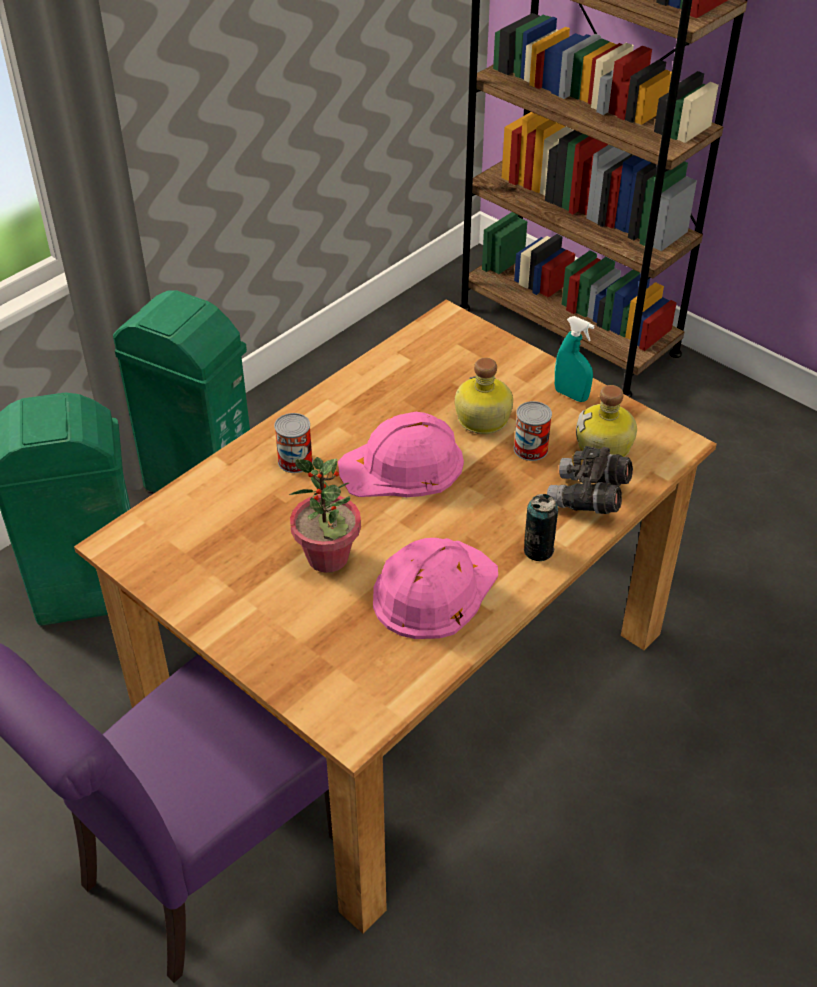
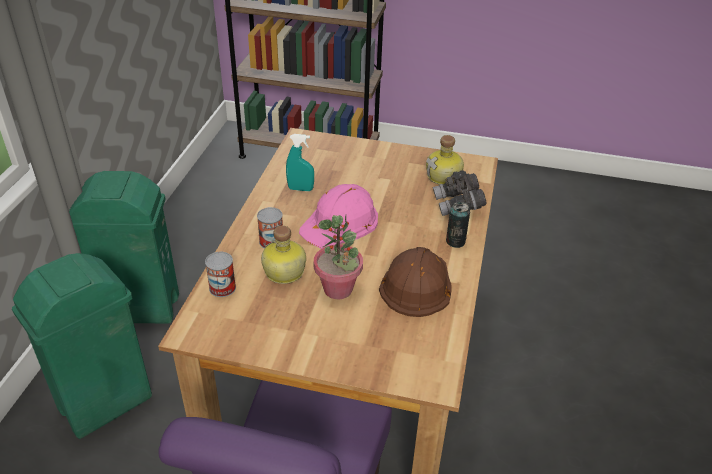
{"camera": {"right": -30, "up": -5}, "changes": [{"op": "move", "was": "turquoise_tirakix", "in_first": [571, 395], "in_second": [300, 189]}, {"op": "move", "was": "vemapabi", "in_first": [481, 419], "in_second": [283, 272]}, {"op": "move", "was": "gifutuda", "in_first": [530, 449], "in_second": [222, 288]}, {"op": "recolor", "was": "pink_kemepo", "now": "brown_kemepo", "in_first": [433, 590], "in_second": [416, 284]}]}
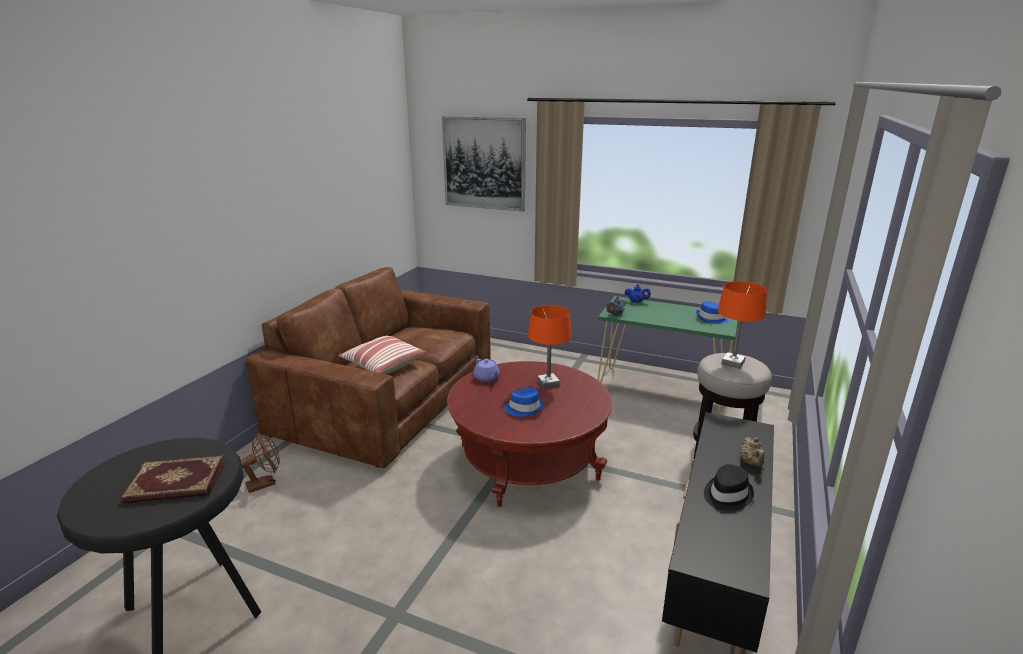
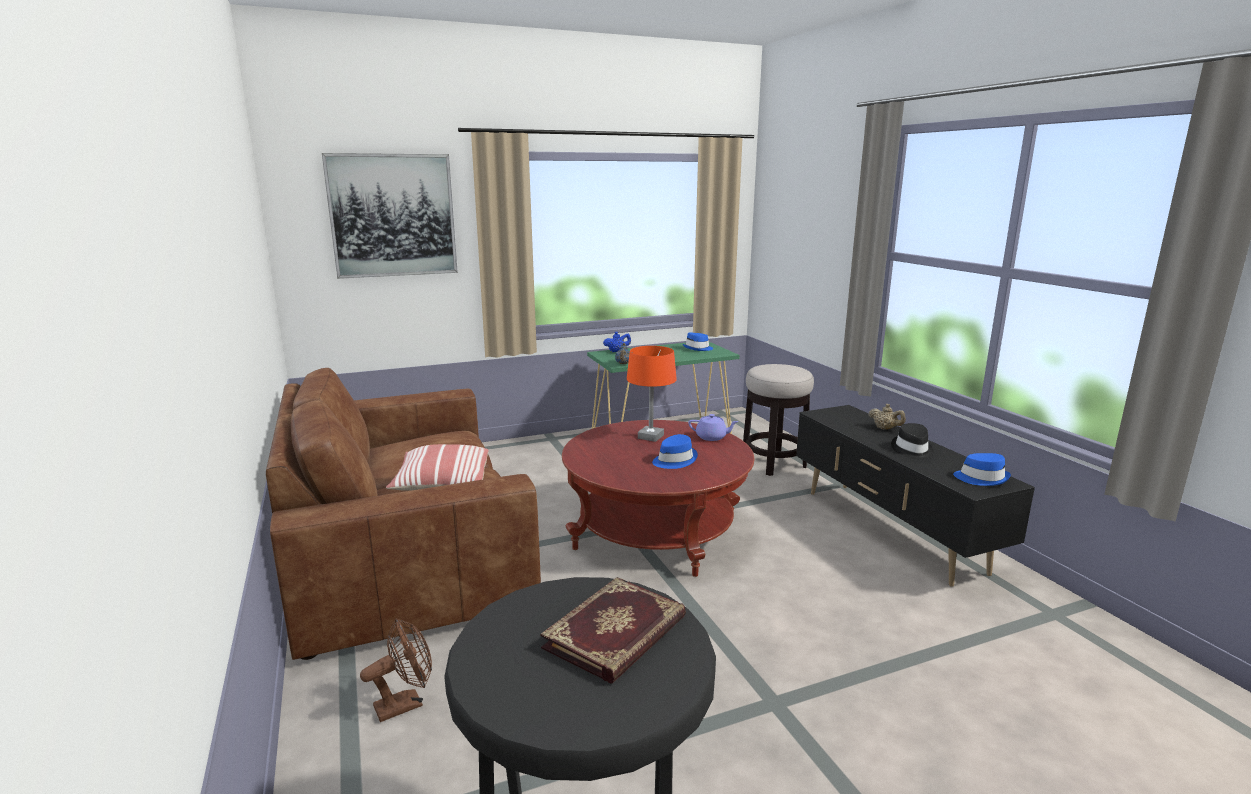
{"camera": {"right": -45, "up": -5}, "changes": [{"op": "delete", "was": "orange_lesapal", "in_first": [733, 363]}, {"op": "move", "was": "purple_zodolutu", "in_first": [487, 378], "in_second": [712, 437]}, {"op": "rotate", "was": "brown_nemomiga", "in_first": [265, 483], "in_second": [406, 703], "clockwise": 45}, {"op": "insert", "now": "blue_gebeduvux", "in_second": [981, 478]}]}
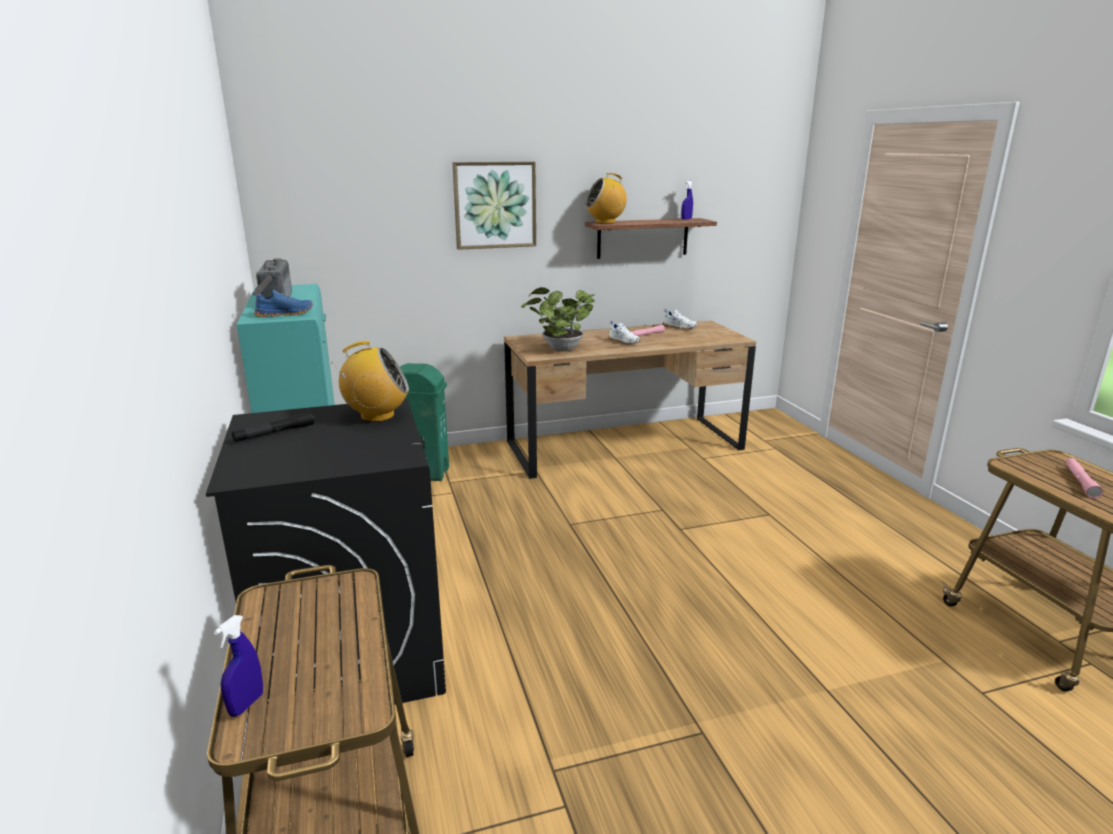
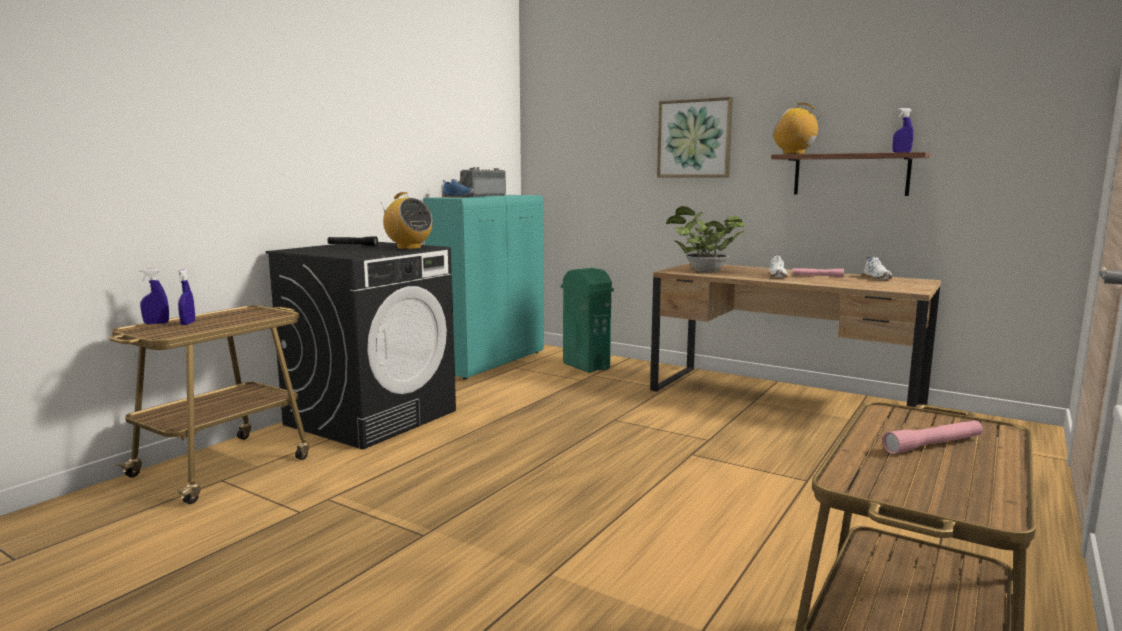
{"camera": {"right": 50, "up": -10}, "changes": [{"op": "insert", "now": "blue_tirakix", "in_second": [188, 323]}]}
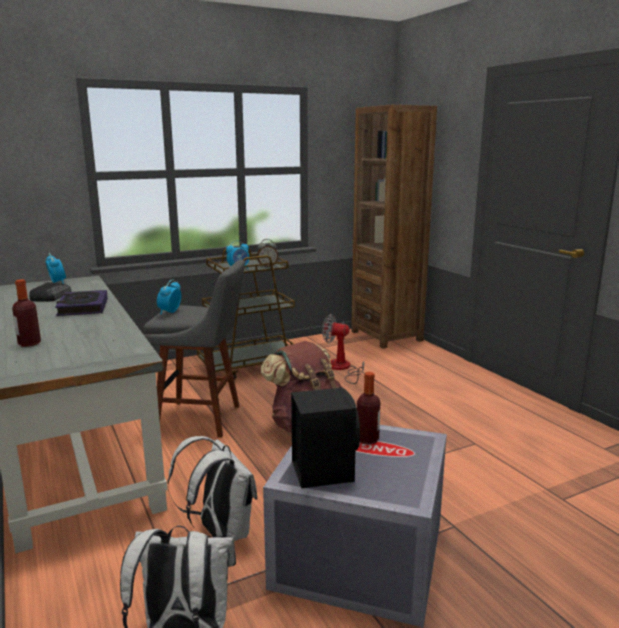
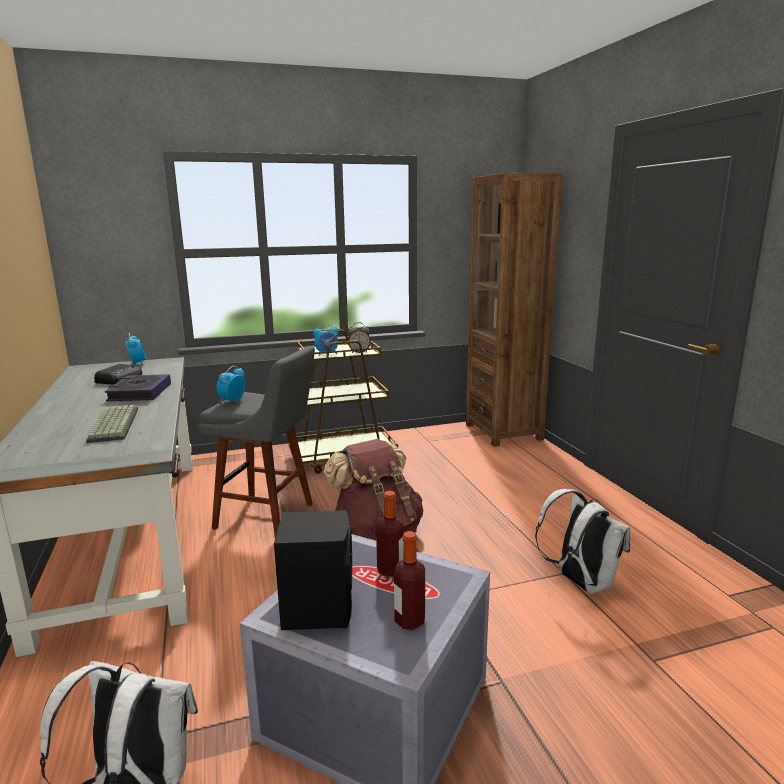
{"camera": {"right": 10, "up": 0}, "changes": [{"op": "move", "was": "vemapabi", "in_first": [29, 343], "in_second": [409, 621]}, {"op": "delete", "was": "nemomiga", "in_first": [342, 368]}, {"op": "move", "was": "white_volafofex", "in_first": [220, 533], "in_second": [580, 582]}, {"op": "insert", "now": "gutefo", "in_second": [112, 424]}]}
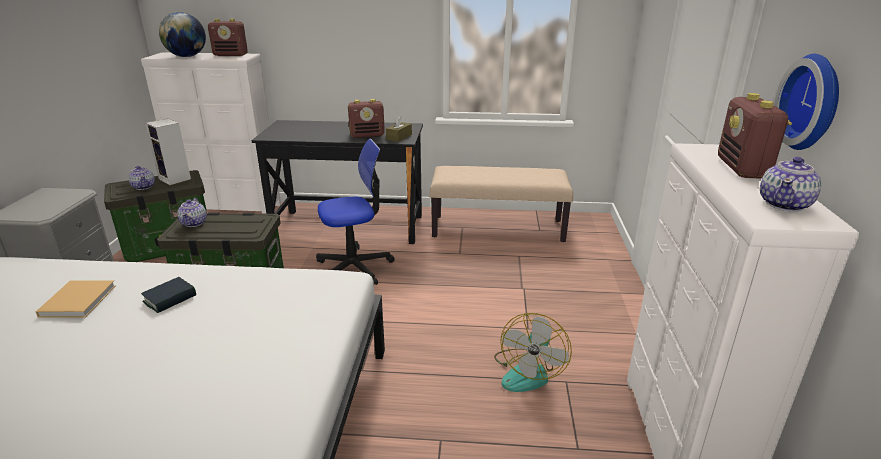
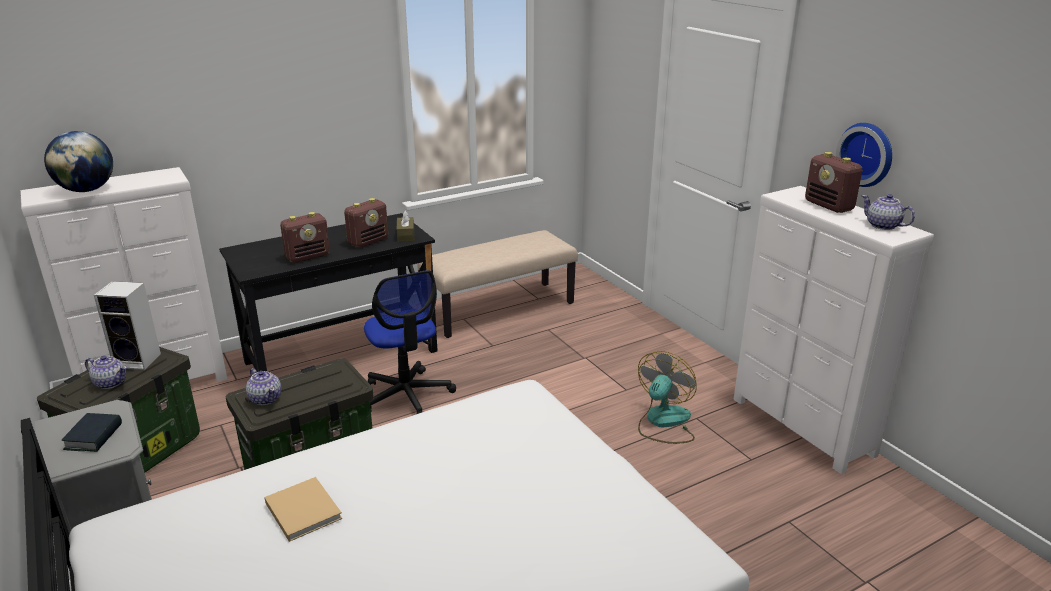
{"camera": {"right": -35, "up": 0}, "changes": [{"op": "move", "was": "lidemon", "in_first": [231, 55], "in_second": [308, 256]}, {"op": "rotate", "was": "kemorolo", "in_first": [355, 267], "in_second": [406, 396], "clockwise": 120}, {"op": "rotate", "was": "zodolutu", "in_first": [785, 204], "in_second": [883, 226], "clockwise": 135}, {"op": "move", "was": "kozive", "in_first": [170, 299], "in_second": [94, 437]}, {"op": "rotate", "was": "nemomiga", "in_first": [528, 371], "in_second": [663, 422], "clockwise": -135}]}
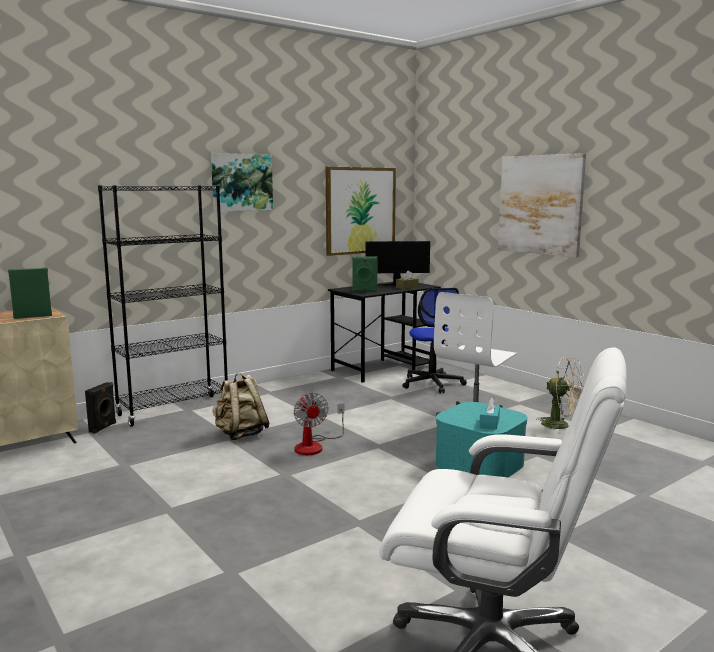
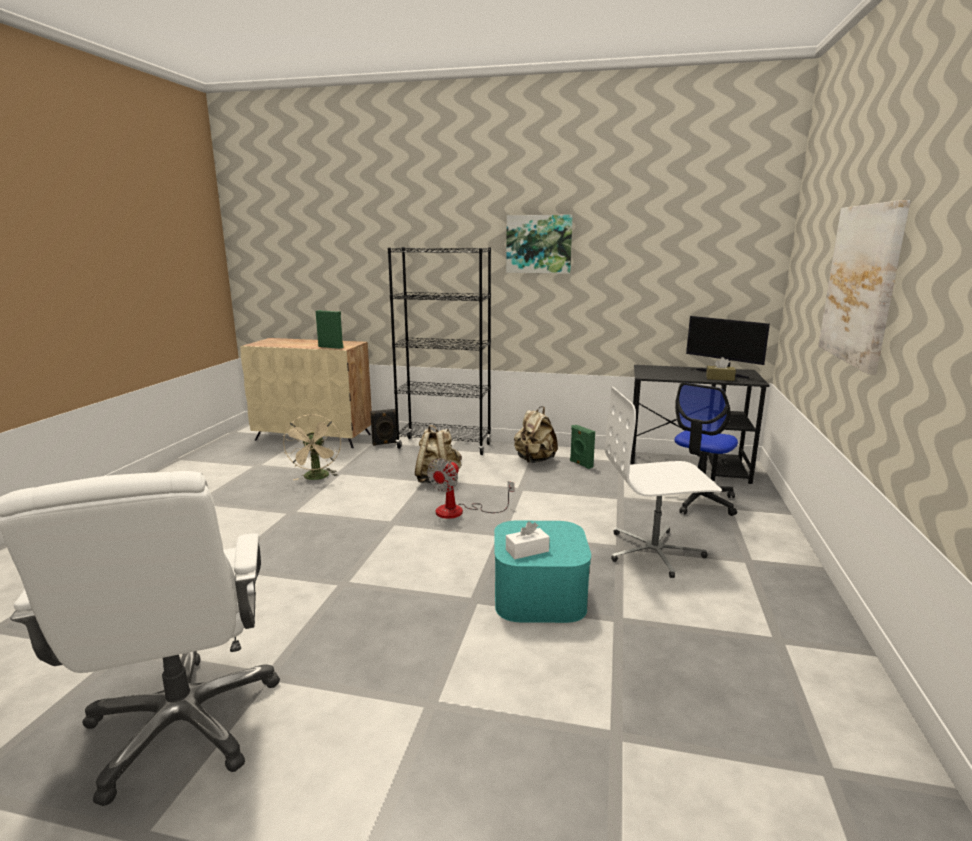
{"camera": {"right": 50, "up": 5}, "changes": [{"op": "delete", "was": "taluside", "in_first": [360, 210]}, {"op": "move", "was": "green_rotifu", "in_first": [364, 291], "in_second": [580, 464]}, {"op": "move", "was": "beige_nemomiga", "in_first": [561, 425], "in_second": [317, 478]}, {"op": "recolor", "was": "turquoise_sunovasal", "now": "white_sunovasal", "in_first": [489, 423], "in_second": [527, 550]}, {"op": "insert", "now": "beige_volafofex", "in_second": [534, 460]}]}
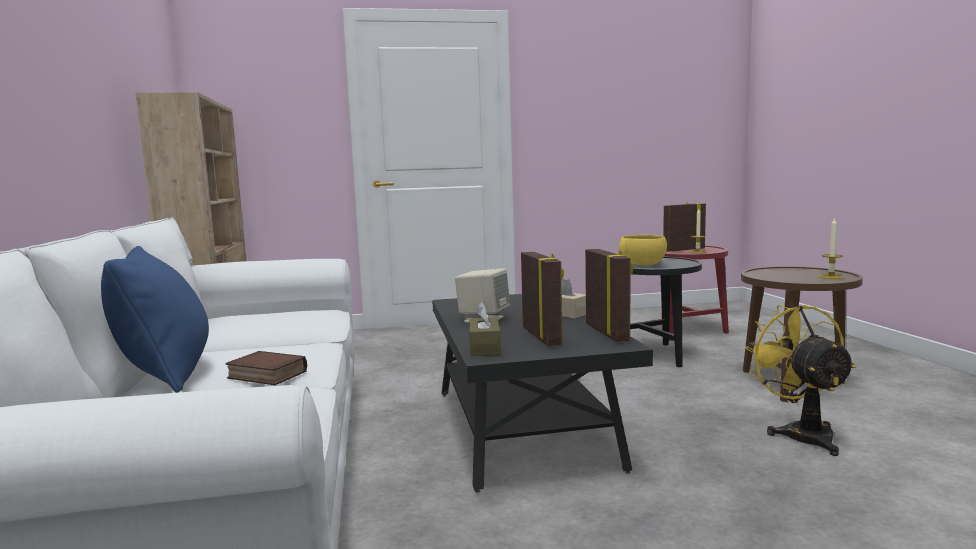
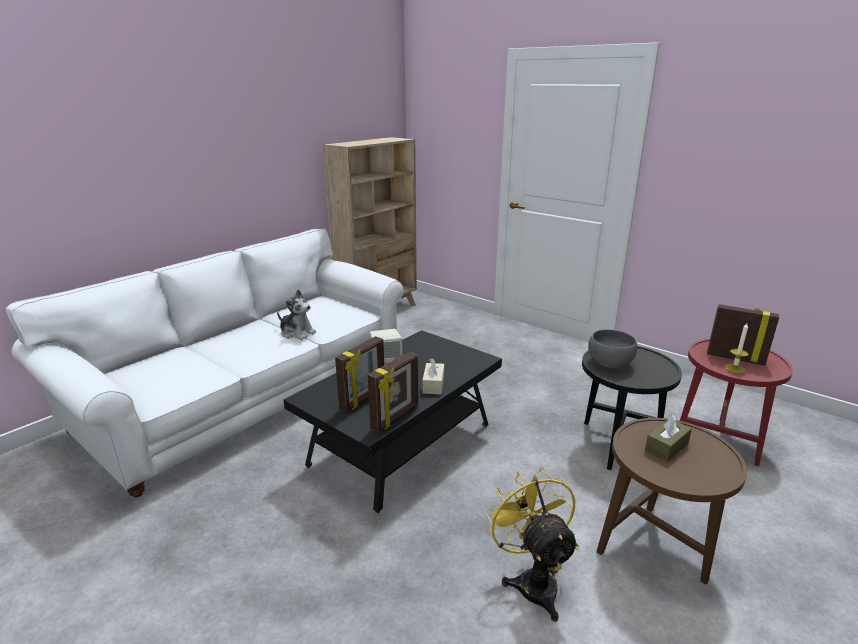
{"camera": {"right": 50, "up": 15}, "changes": [{"op": "delete", "was": "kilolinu", "in_first": [831, 277]}, {"op": "recolor", "was": "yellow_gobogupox", "now": "grey_gobogupox", "in_first": [642, 264], "in_second": [609, 362]}, {"op": "delete", "was": "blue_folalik", "in_first": [167, 374]}, {"op": "move", "was": "brown_sunovasal", "in_first": [485, 347], "in_second": [666, 447]}, {"op": "rotate", "was": "yellow_nemomiga", "in_first": [801, 433], "in_second": [532, 580], "clockwise": -60}, {"op": "delete", "was": "kozive", "in_first": [265, 375]}, {"op": "insert", "now": "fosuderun", "in_second": [297, 333]}]}
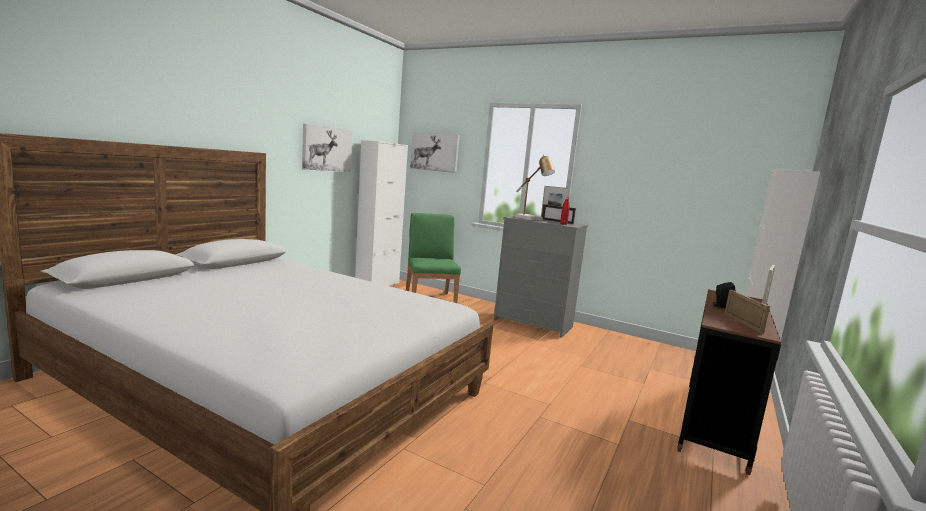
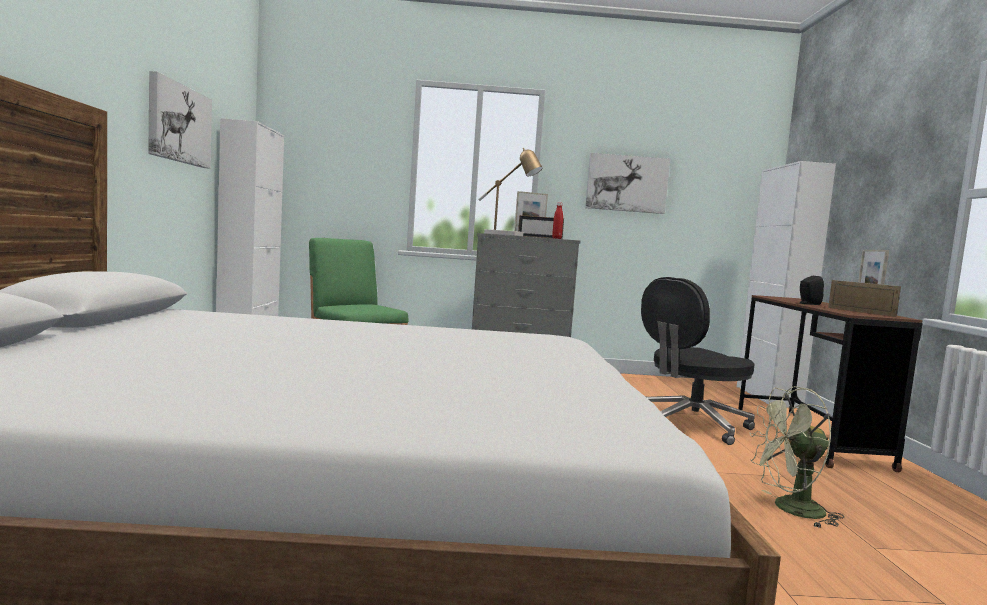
{"camera": {"right": -30, "up": -5}, "changes": [{"op": "move", "was": "taluside", "in_first": [435, 152], "in_second": [626, 183]}, {"op": "insert", "now": "black_kemorolo", "in_second": [690, 424]}, {"op": "insert", "now": "green_nemomiga", "in_second": [789, 509]}]}
